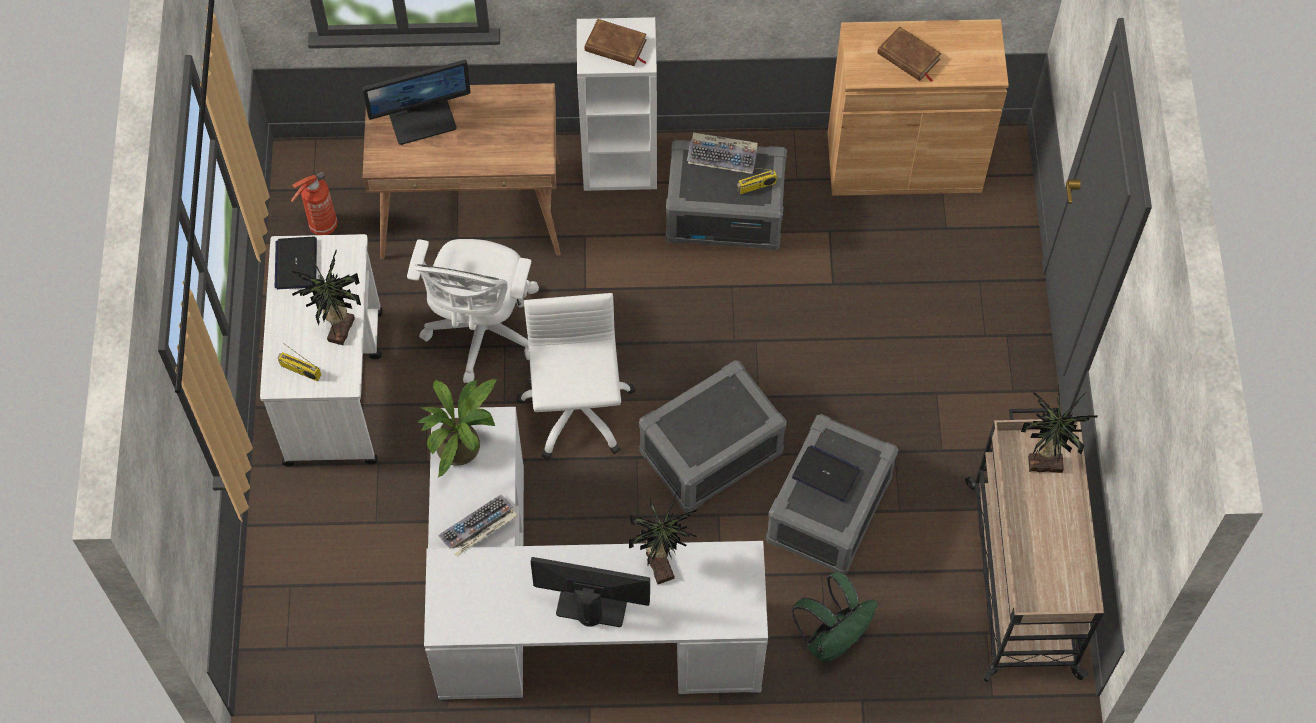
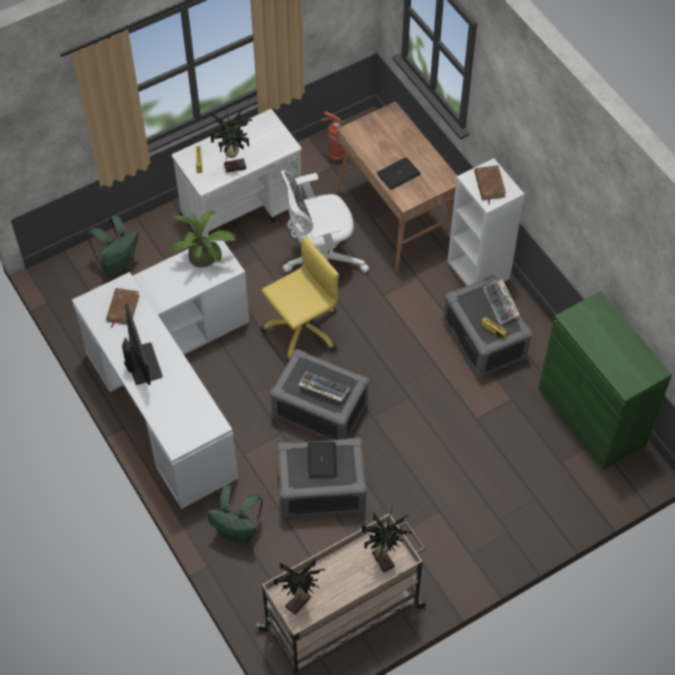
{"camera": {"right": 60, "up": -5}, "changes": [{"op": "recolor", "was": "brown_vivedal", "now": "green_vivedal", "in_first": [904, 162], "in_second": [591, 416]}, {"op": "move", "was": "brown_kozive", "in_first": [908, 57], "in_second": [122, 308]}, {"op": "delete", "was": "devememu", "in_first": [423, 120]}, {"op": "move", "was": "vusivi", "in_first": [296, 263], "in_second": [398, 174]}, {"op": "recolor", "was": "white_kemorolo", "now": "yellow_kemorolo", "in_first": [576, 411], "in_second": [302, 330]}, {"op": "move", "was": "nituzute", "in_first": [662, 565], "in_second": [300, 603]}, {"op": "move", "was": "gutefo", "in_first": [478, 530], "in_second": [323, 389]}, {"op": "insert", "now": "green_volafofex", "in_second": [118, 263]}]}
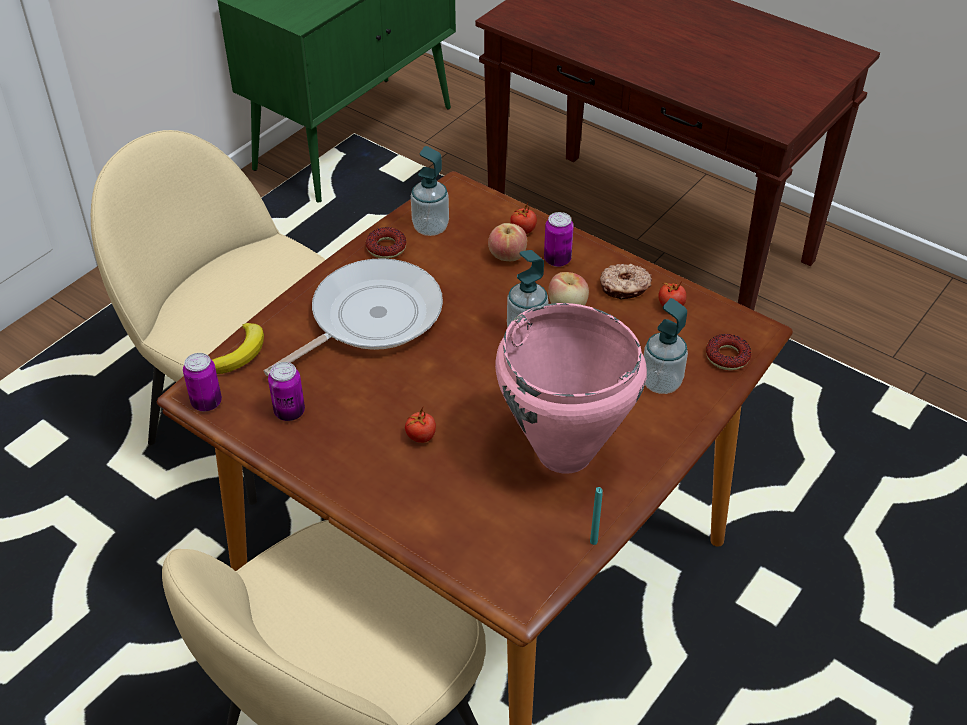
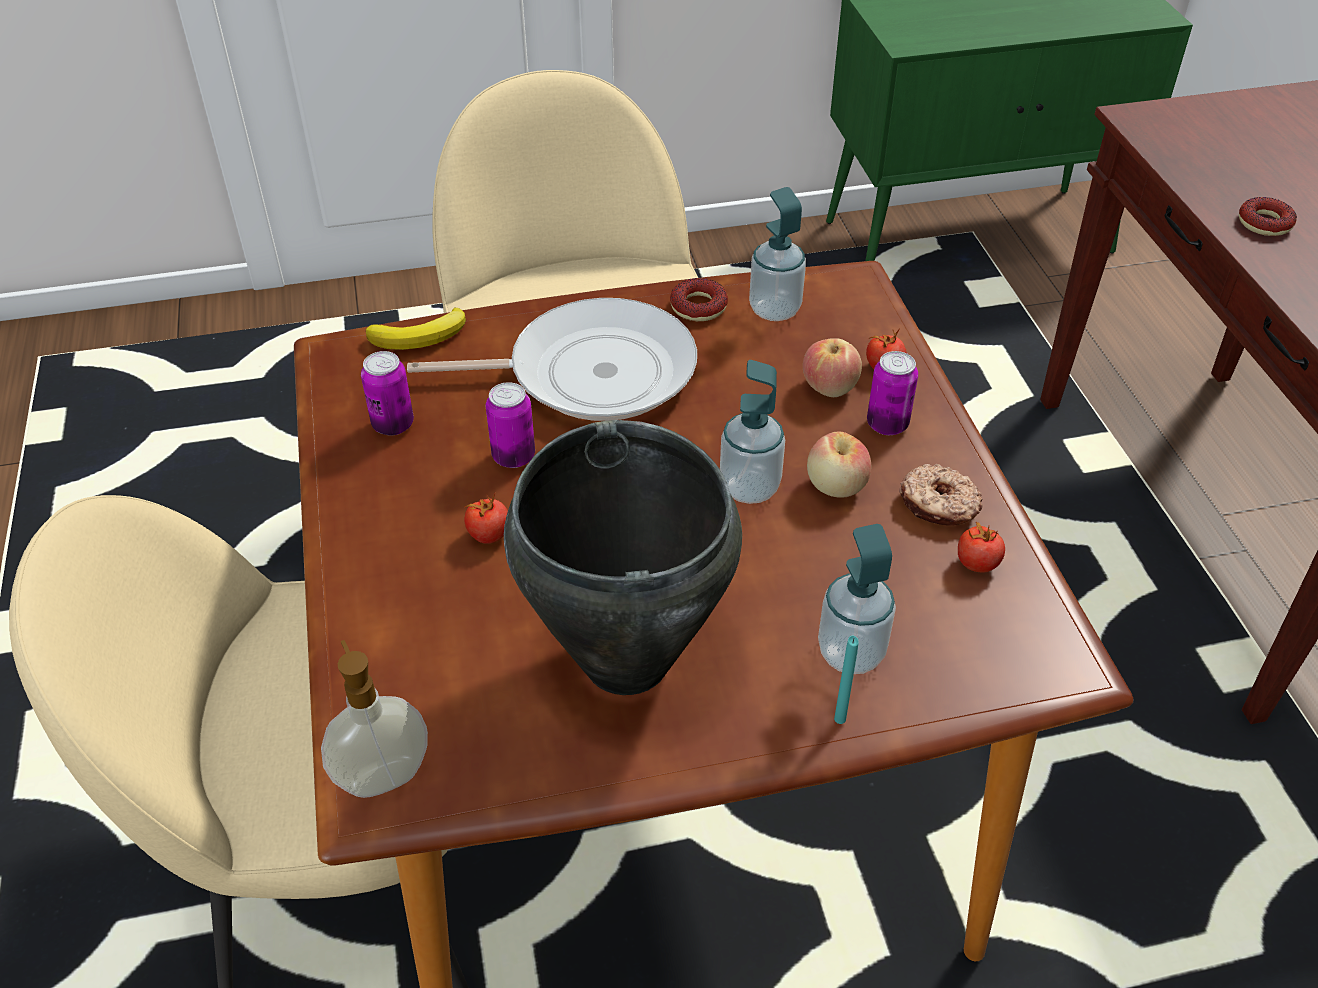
{"camera": {"right": 40, "up": 0}, "changes": [{"op": "recolor", "was": "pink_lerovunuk", "now": "black_lerovunuk", "in_first": [564, 454], "in_second": [624, 662]}, {"op": "move", "was": "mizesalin", "in_first": [727, 357], "in_second": [1264, 223]}, {"op": "move", "was": "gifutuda", "in_first": [206, 403], "in_second": [513, 456]}, {"op": "move", "was": "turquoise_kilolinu", "in_first": [593, 541], "in_second": [840, 719]}, {"op": "insert", "now": "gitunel", "in_second": [382, 775]}]}
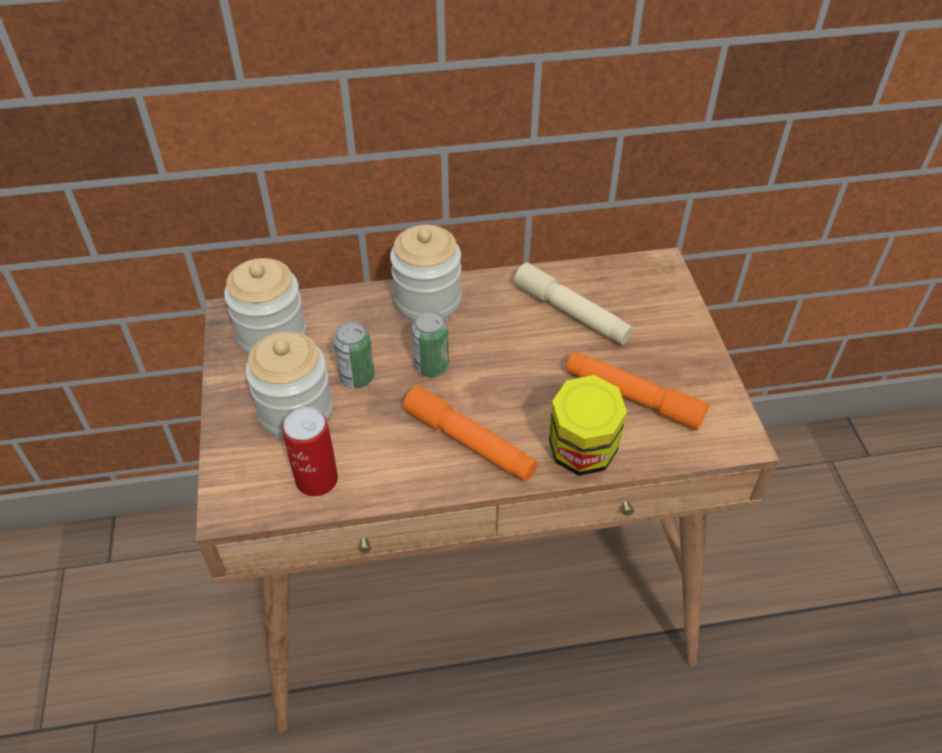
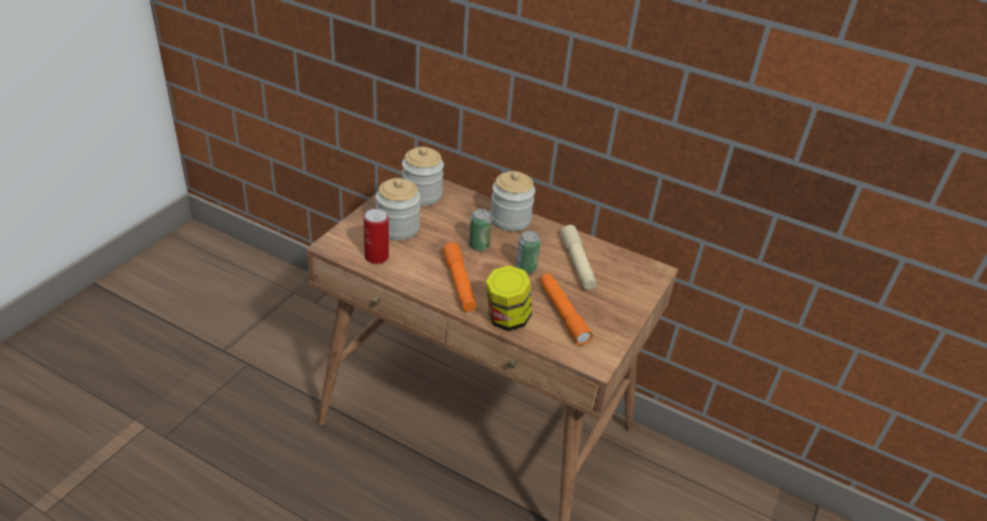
{"camera": {"right": 35, "up": -10}, "changes": [{"op": "move", "was": "gifutuda", "in_first": [357, 377], "in_second": [526, 268]}]}
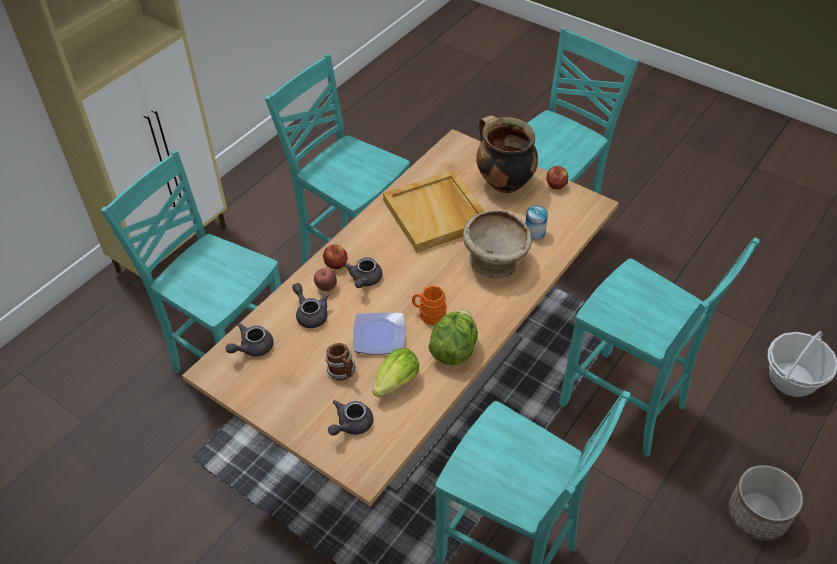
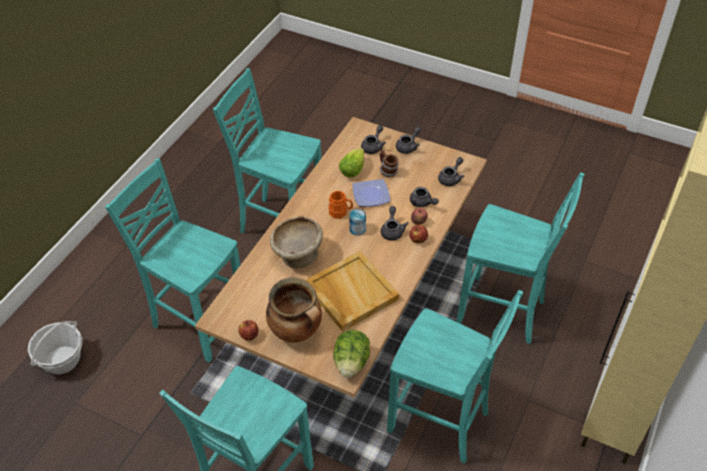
{"camera": {"right": 170, "up": 0}, "changes": [{"op": "move", "was": "gifutuda", "in_first": [534, 232], "in_second": [357, 229]}, {"op": "move", "was": "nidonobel", "in_first": [453, 350], "in_second": [351, 362]}, {"op": "delete", "was": "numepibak", "in_first": [757, 516]}, {"op": "insert", "now": "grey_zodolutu", "in_second": [408, 146]}]}
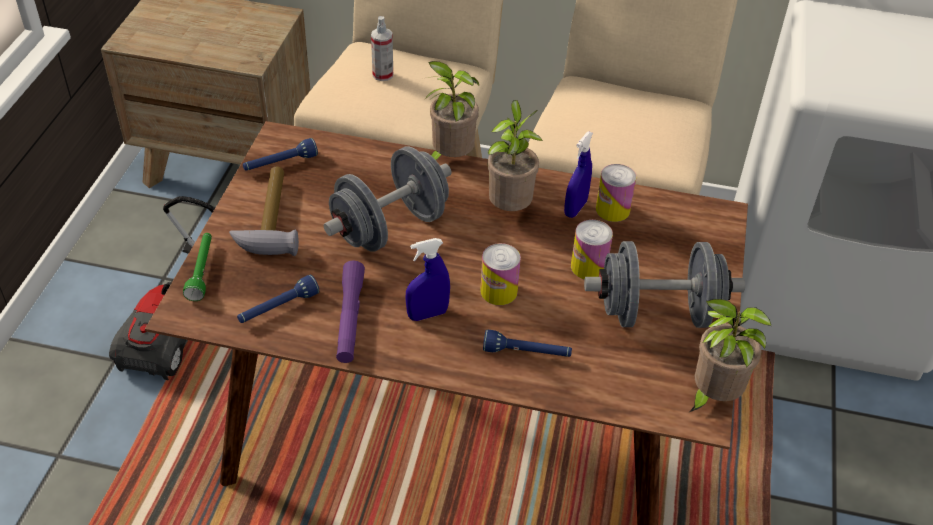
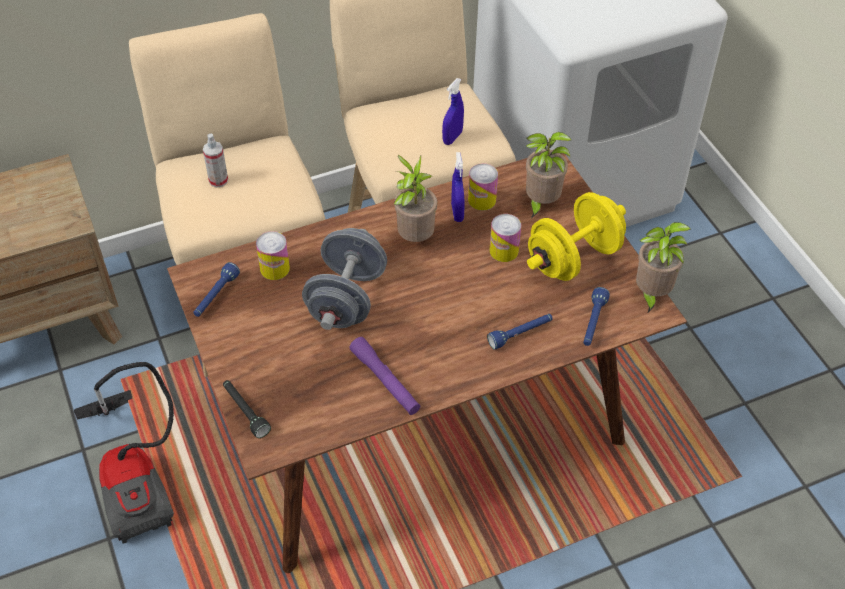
{"camera": {"right": -35, "up": 5}, "changes": [{"op": "move", "was": "nituzute", "in_first": [449, 158], "in_second": [540, 203]}, {"op": "delete", "was": "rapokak", "in_first": [269, 219]}, {"op": "recolor", "was": "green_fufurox", "now": "black_fufurox", "in_first": [202, 271], "in_second": [245, 411]}, {"op": "move", "was": "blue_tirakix", "in_first": [427, 314], "in_second": [452, 138]}, {"op": "recolor", "was": "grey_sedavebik", "now": "yellow_sedavebik", "in_first": [657, 313], "in_second": [573, 258]}, {"op": "move", "was": "gifutuda", "in_first": [498, 291], "in_second": [274, 268]}, {"op": "move", "was": "blue_fufurox", "in_first": [278, 308], "in_second": [593, 323]}]}
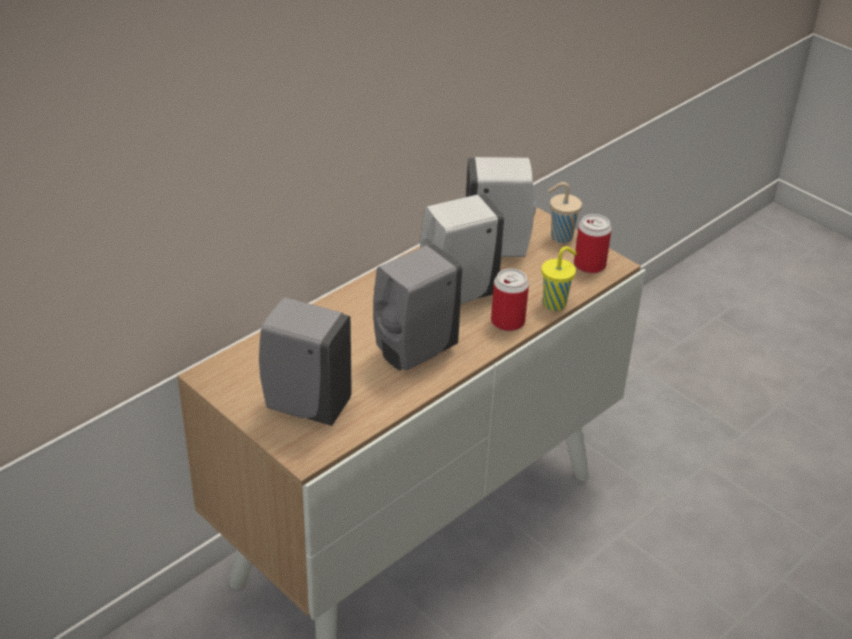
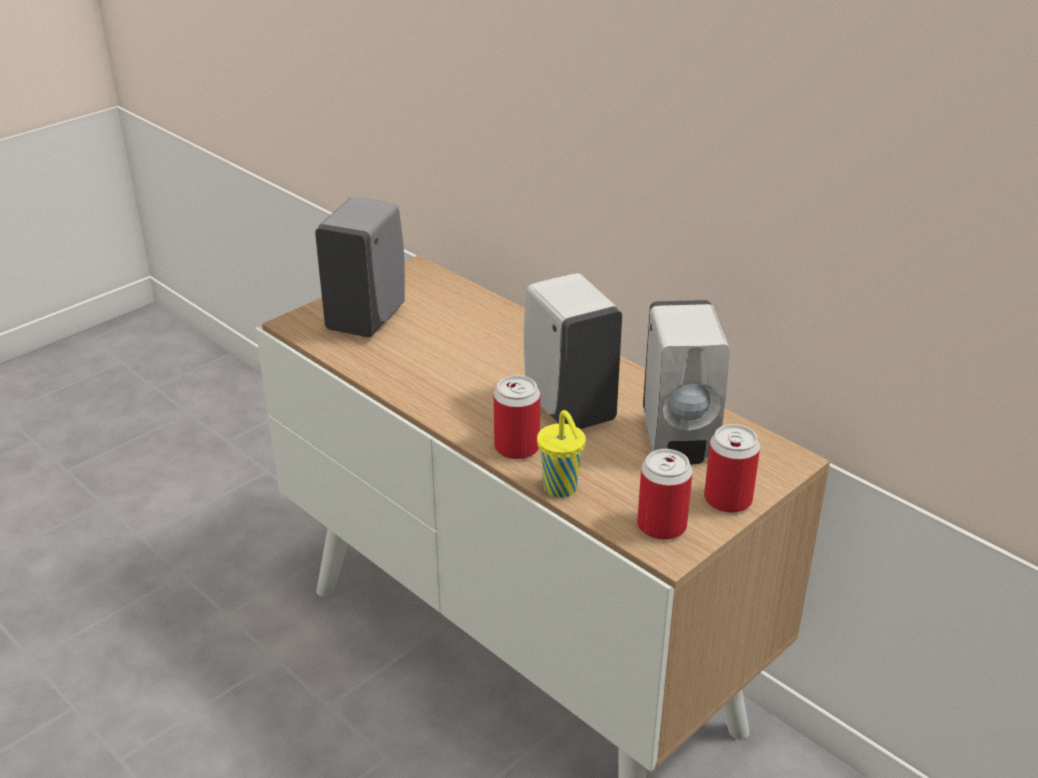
{"camera": {"right": 90, "up": -5}, "changes": [{"op": "replace", "was": "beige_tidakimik", "now": "gifutuda", "in_first": [560, 237], "in_second": [728, 499]}, {"op": "delete", "was": "grey_gitunel", "in_first": [413, 352]}]}
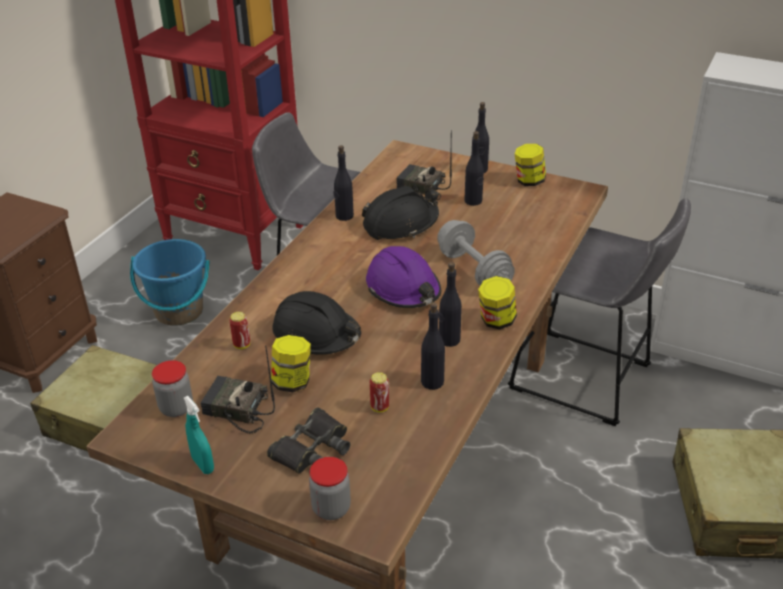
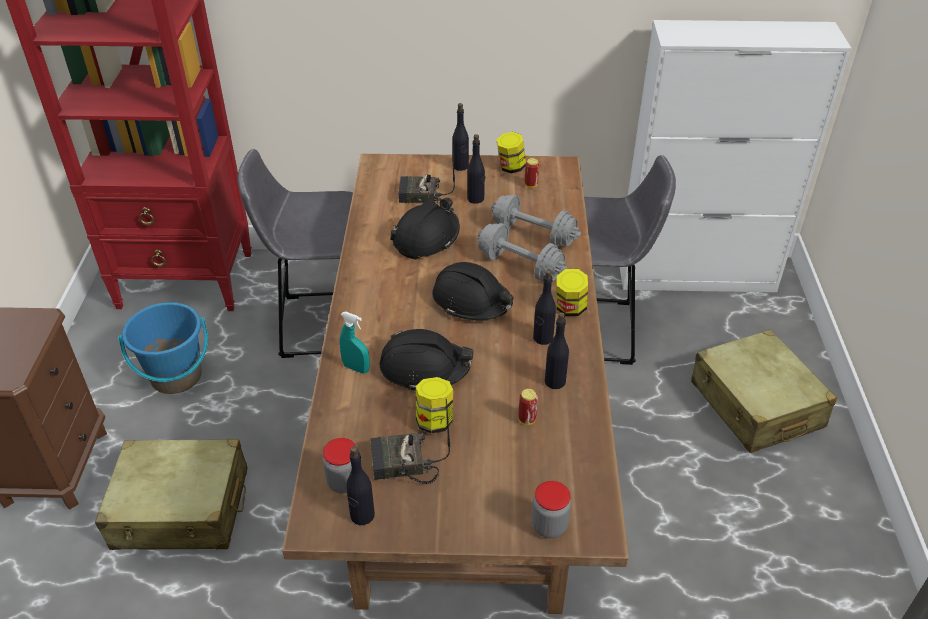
{"camera": {"right": -25, "up": 5}, "changes": [{"op": "move", "was": "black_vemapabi", "in_first": [344, 216], "in_second": [362, 515]}, {"op": "recolor", "was": "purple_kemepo", "now": "black_kemepo", "in_first": [403, 289], "in_second": [472, 301]}, {"op": "move", "was": "gifutuda", "in_first": [242, 345], "in_second": [531, 185]}, {"op": "move", "was": "turquoise_tirakix", "in_first": [203, 465], "in_second": [356, 368]}, {"op": "delete", "was": "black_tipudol", "in_first": [312, 449]}, {"op": "insert", "now": "grey_sedavebik", "in_second": [534, 235]}]}
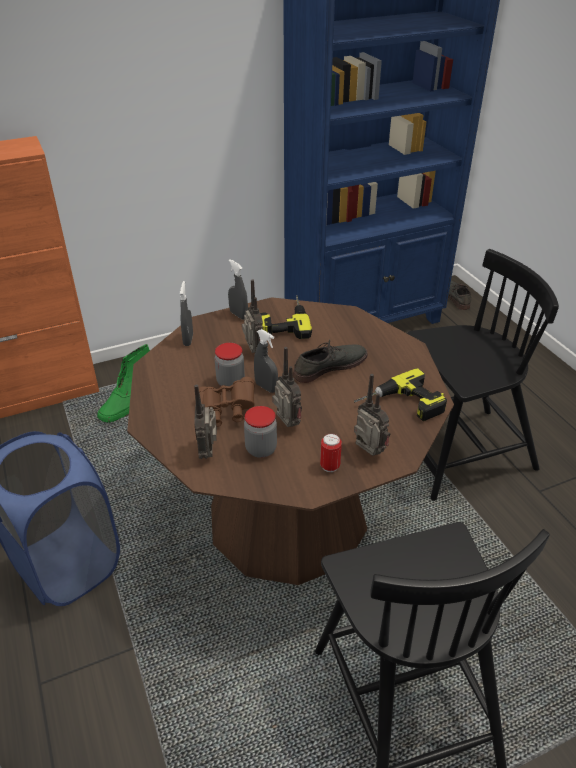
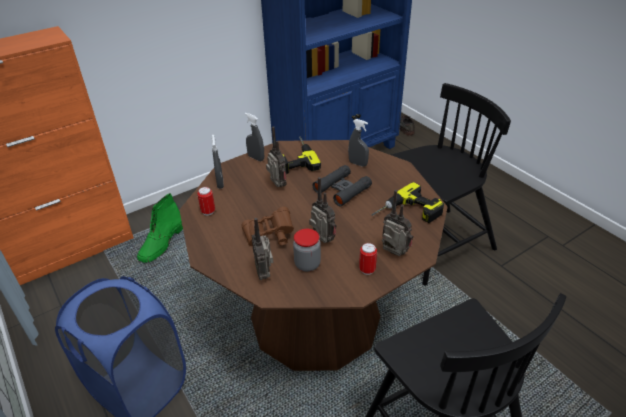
{"camera": {"right": -10, "up": 0}, "changes": [{"op": "move", "was": "grey_tirakix", "in_first": [266, 387], "in_second": [358, 164]}, {"op": "replace", "was": "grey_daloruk", "now": "black_tipudol", "in_first": [329, 366], "in_second": [342, 189]}, {"op": "delete", "was": "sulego", "in_first": [230, 382]}, {"op": "insert", "now": "gifutuda", "in_second": [208, 211]}]}
